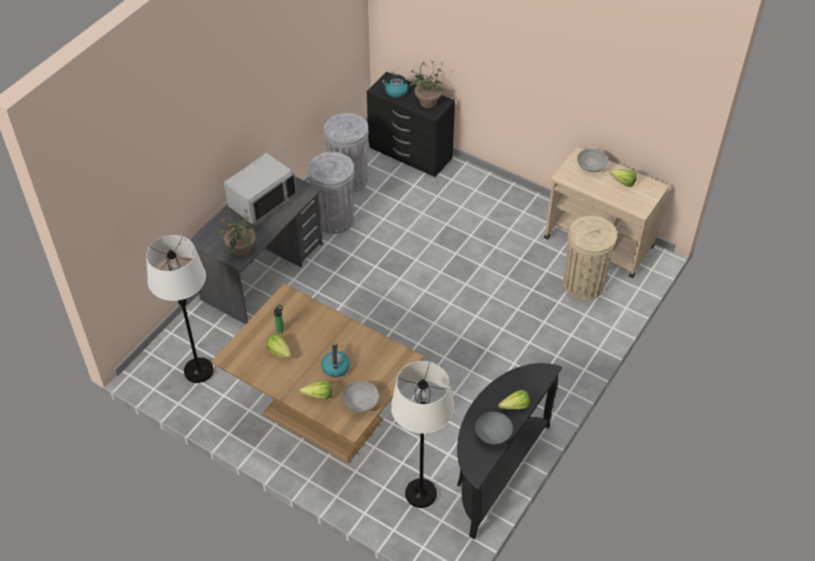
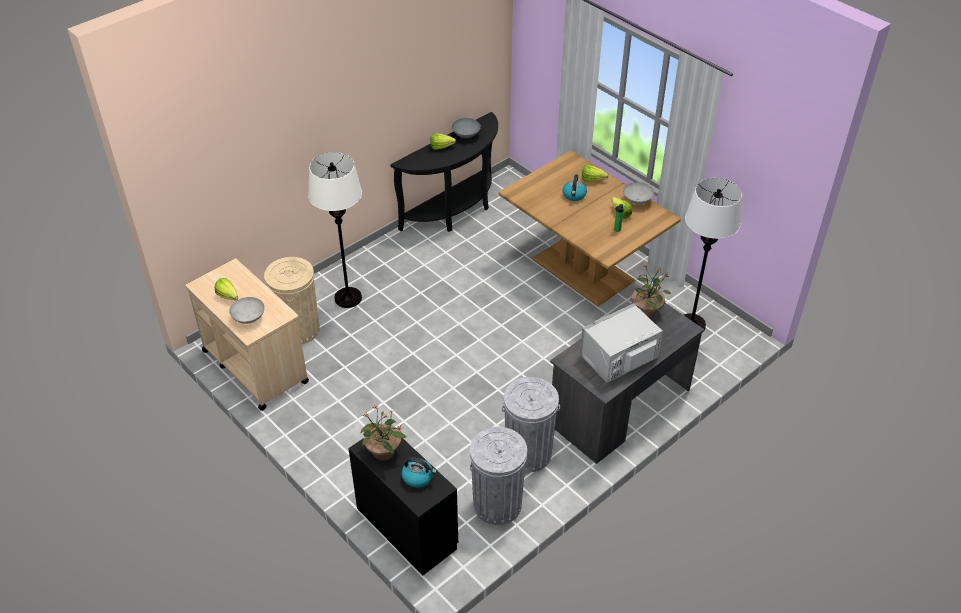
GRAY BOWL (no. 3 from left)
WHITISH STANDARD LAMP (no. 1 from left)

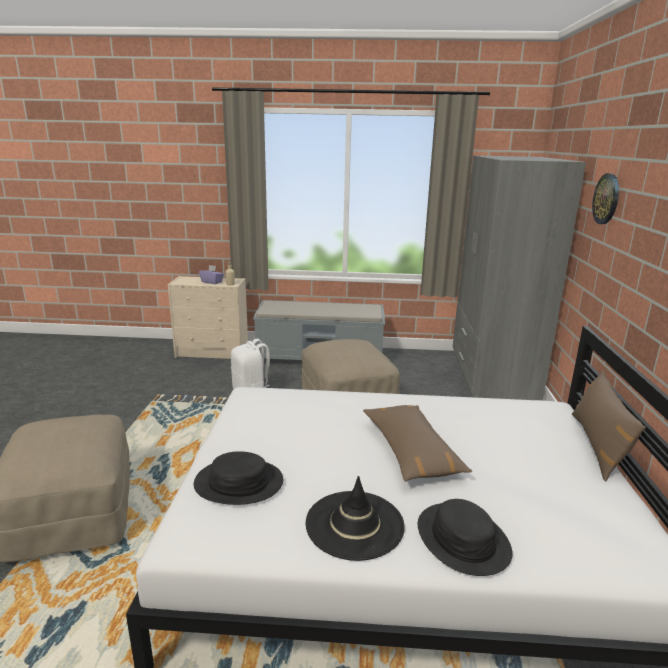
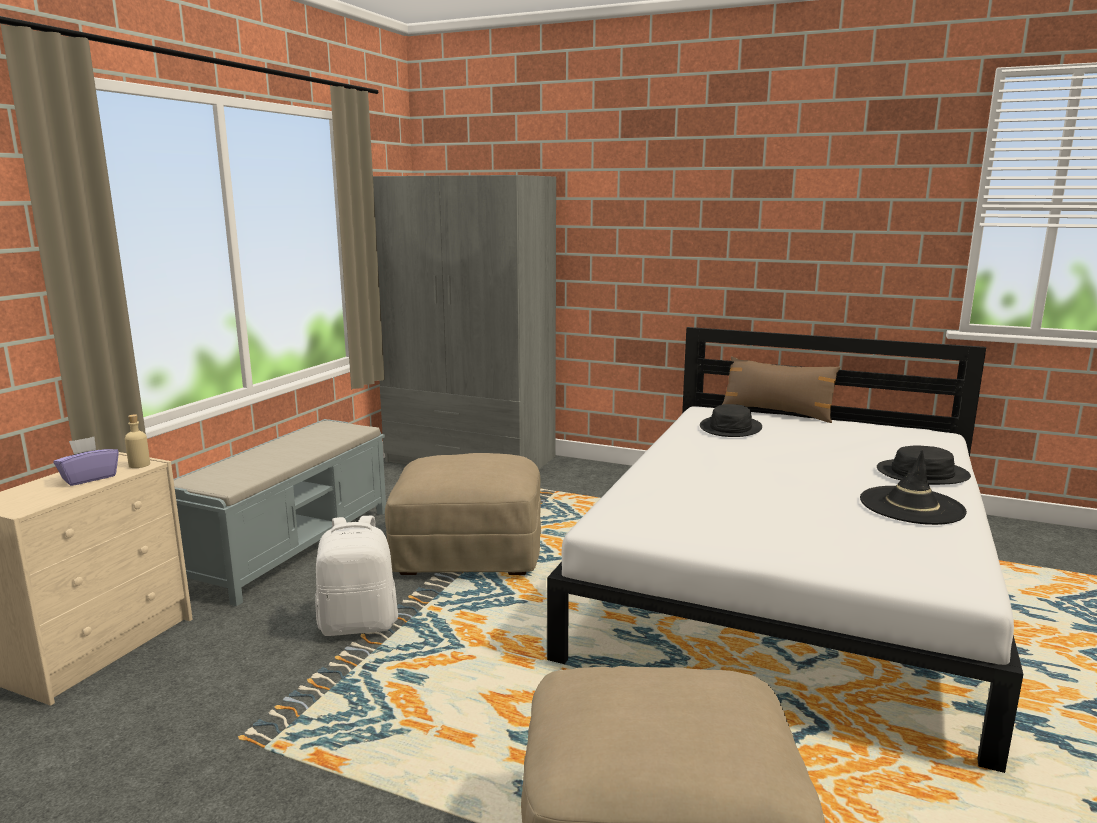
BROWN-COLOURED CUSHION (no. 1 from left in the first image)
CLOCK ON THE WALL
BLACK HAT (no. 1 from left)

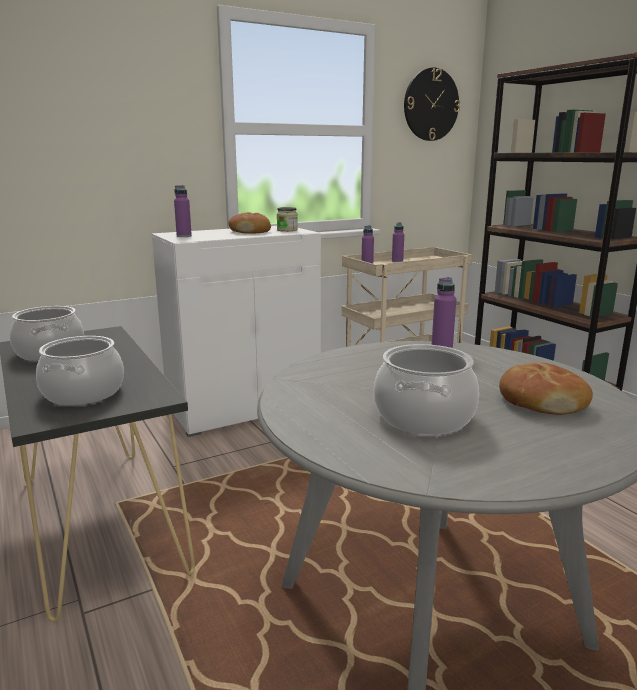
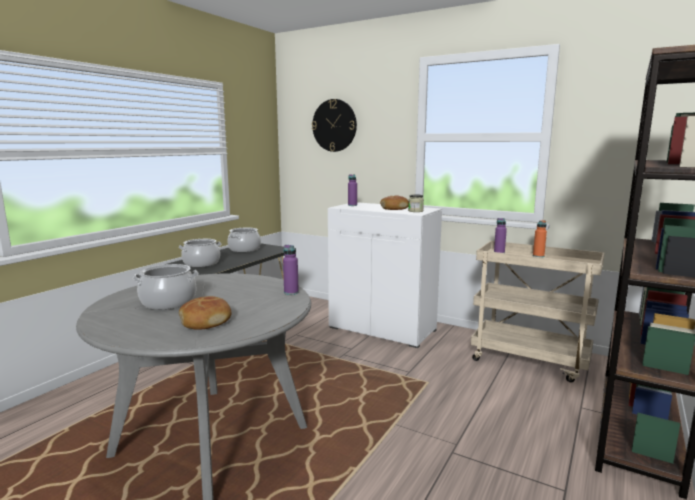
CLOCK ON THE WALL
ORANGE DRINK BOTTLE

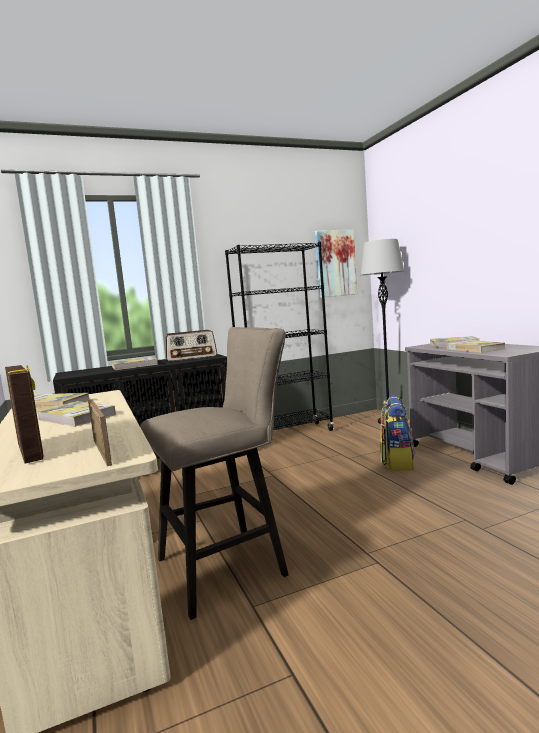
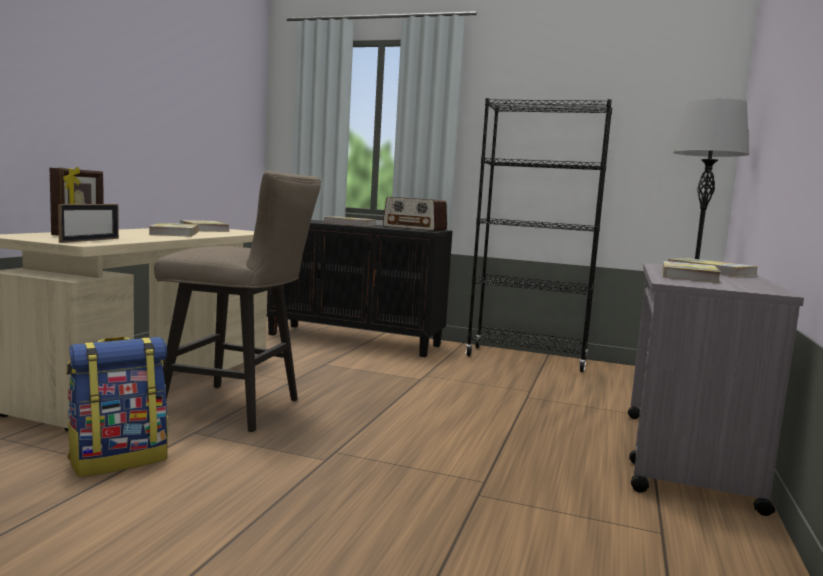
WALL PICTURE
BACKPACK

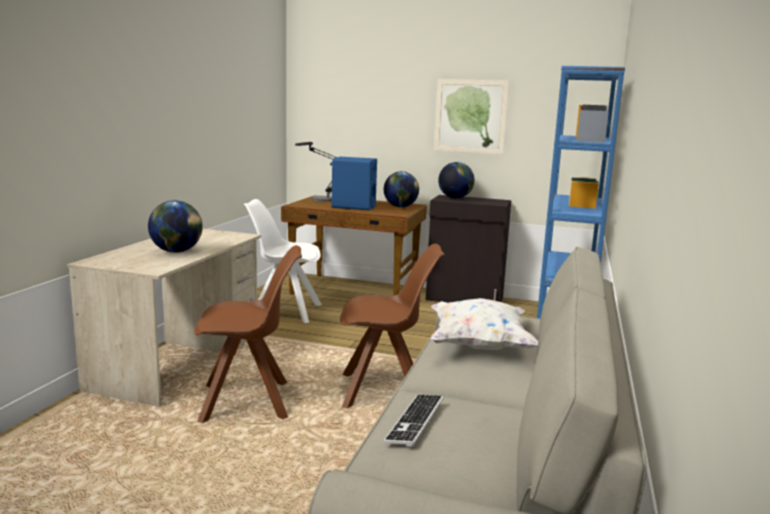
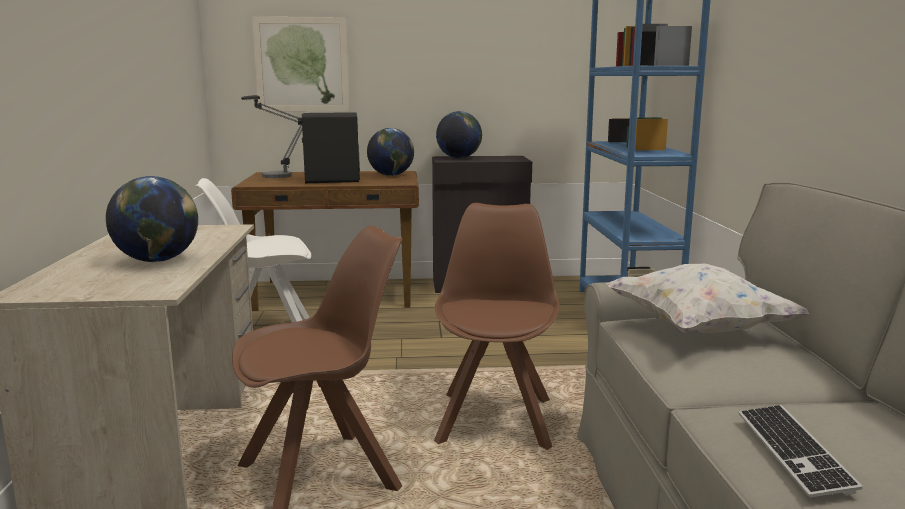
WALL PICTURE
BLACK LOUDSPEAKER
BROWN-COLOURED CHAIR (no. 2 from left)

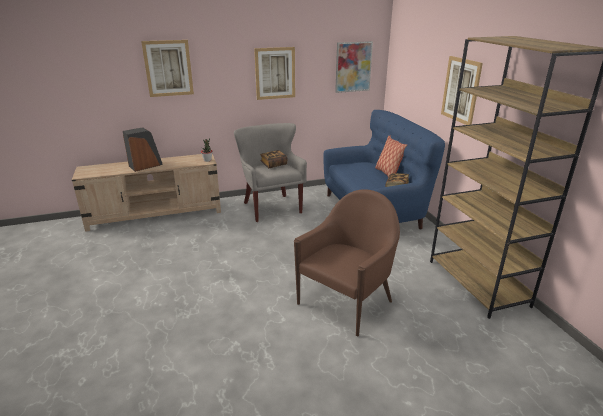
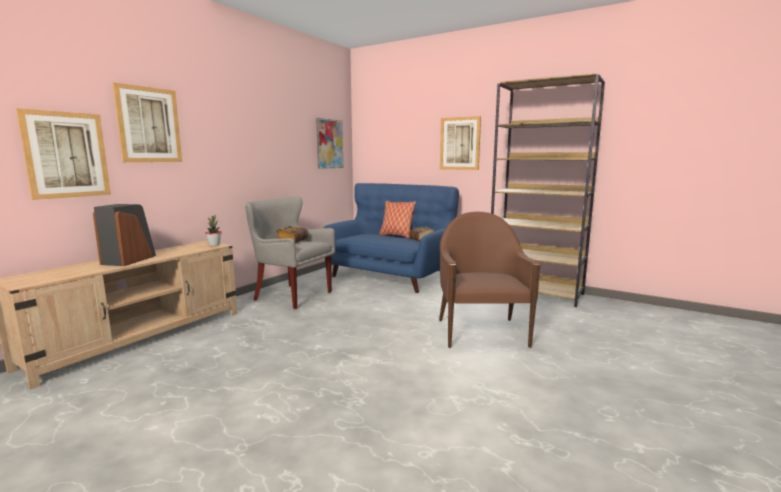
WALL PICTURE (no. 1 from left)

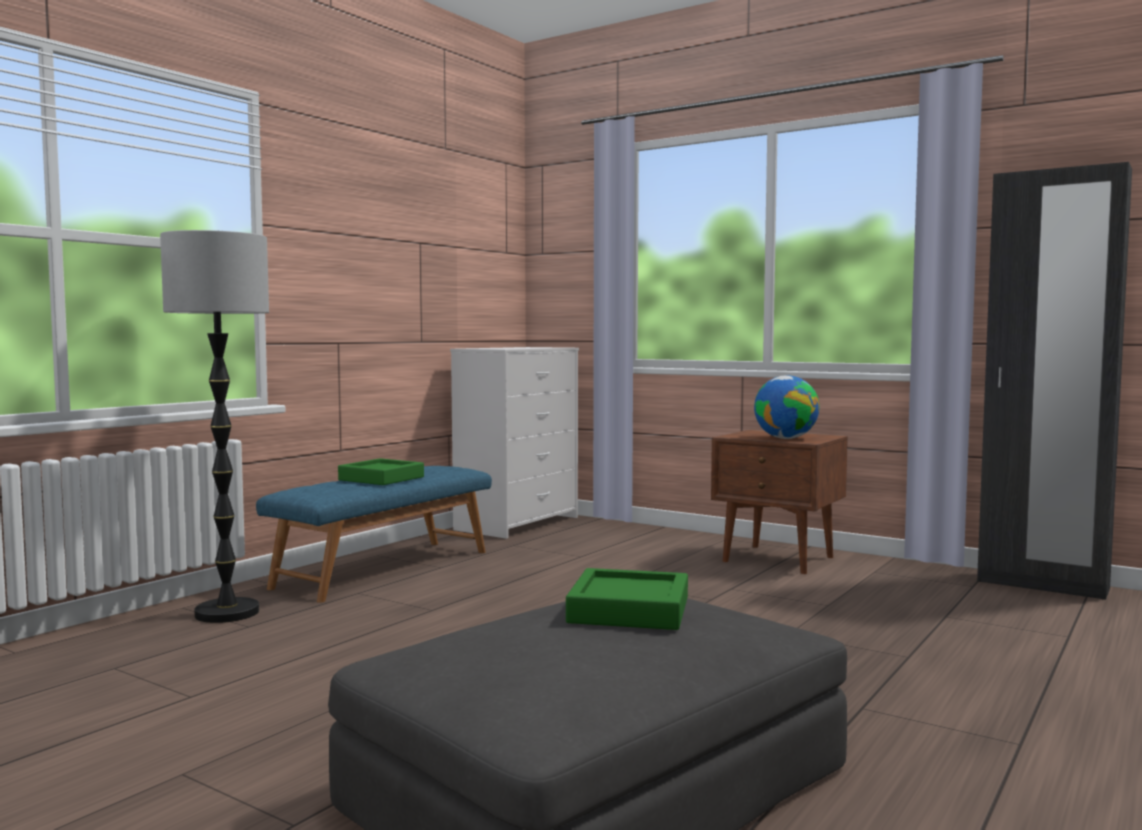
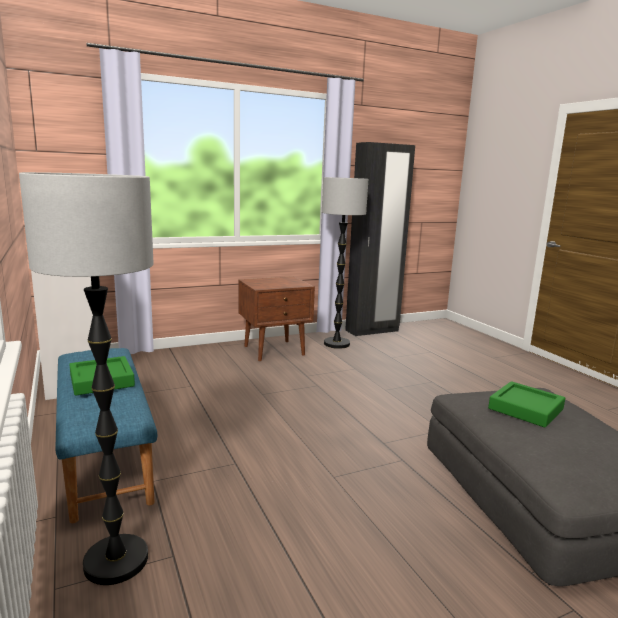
WORLD GLOBE
STANDARD LAMP (no. 2 from left)

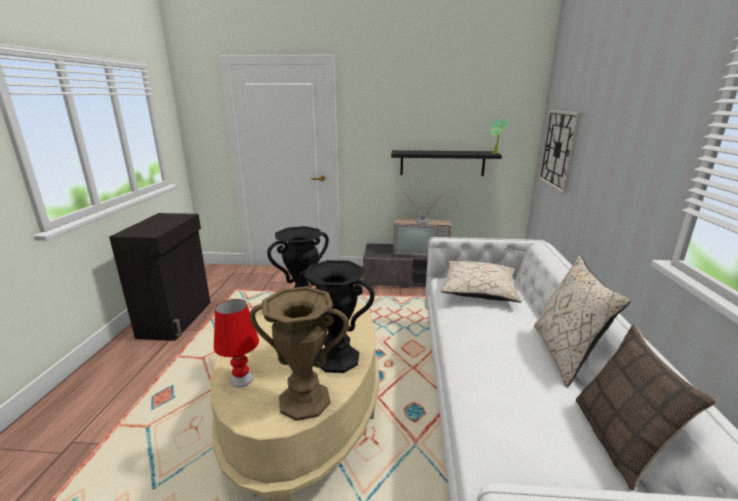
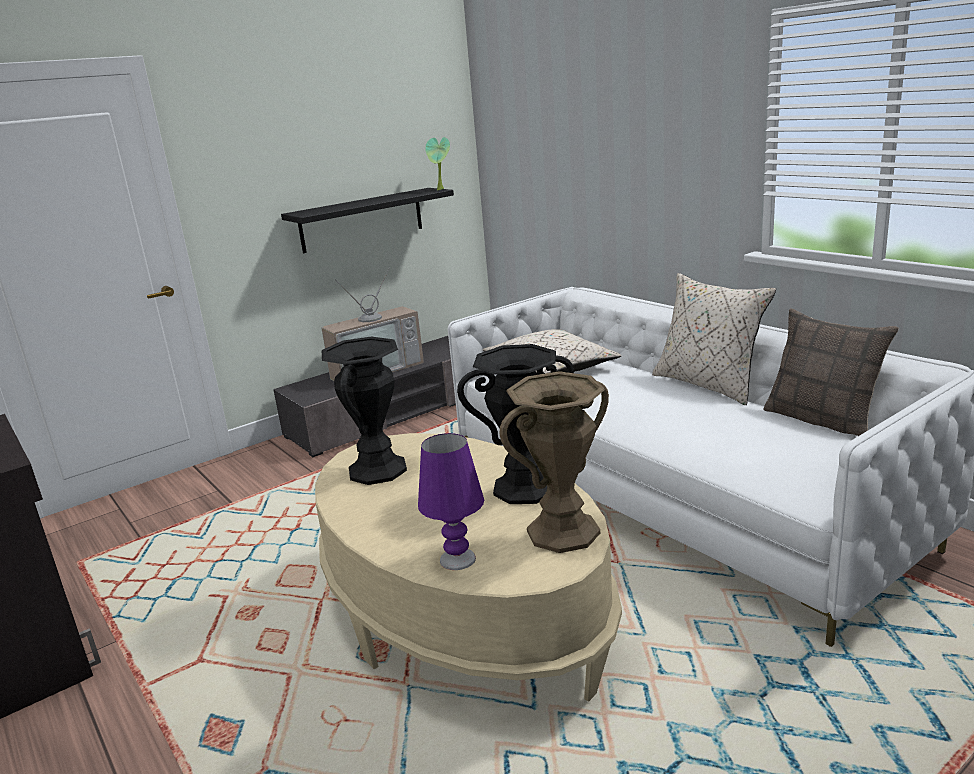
CLOCK ON THE WALL
PURPLE TABLE LAMP

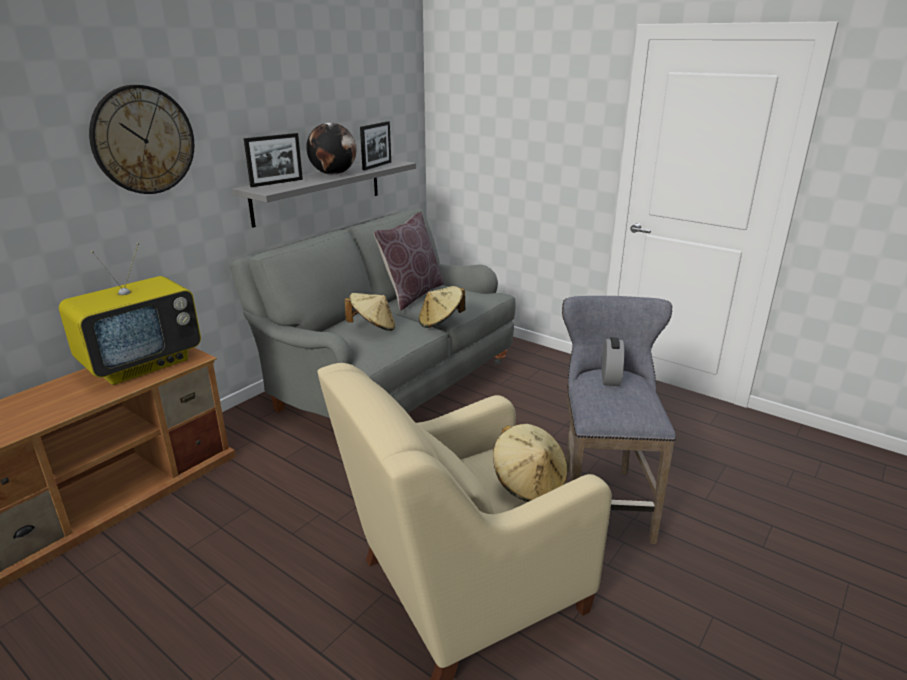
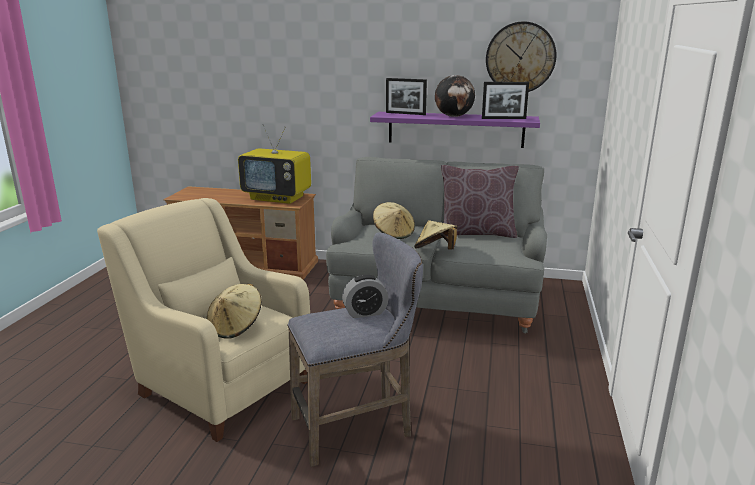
CLOCK ON THE WALL
PURPLE SHELF

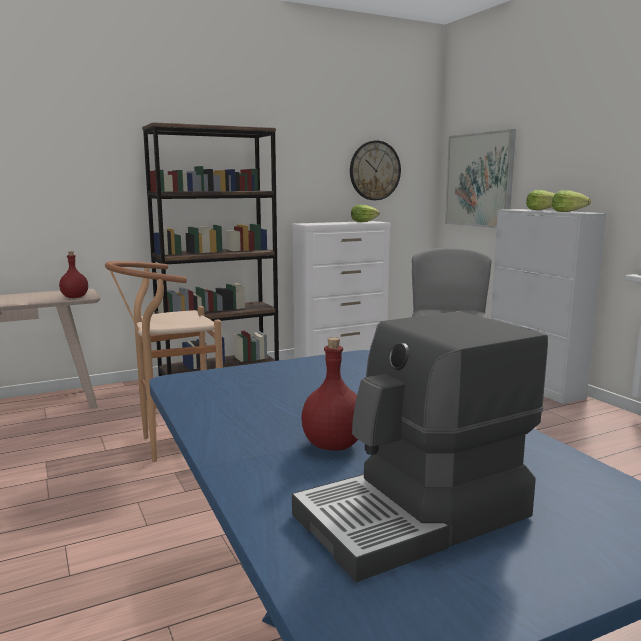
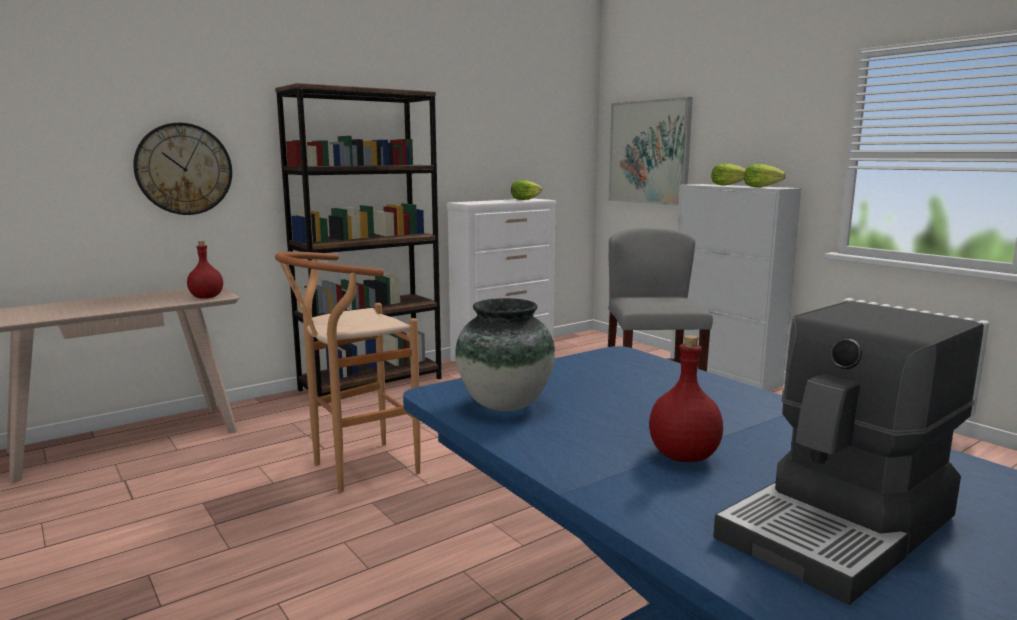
VASE
CLOCK ON THE WALL

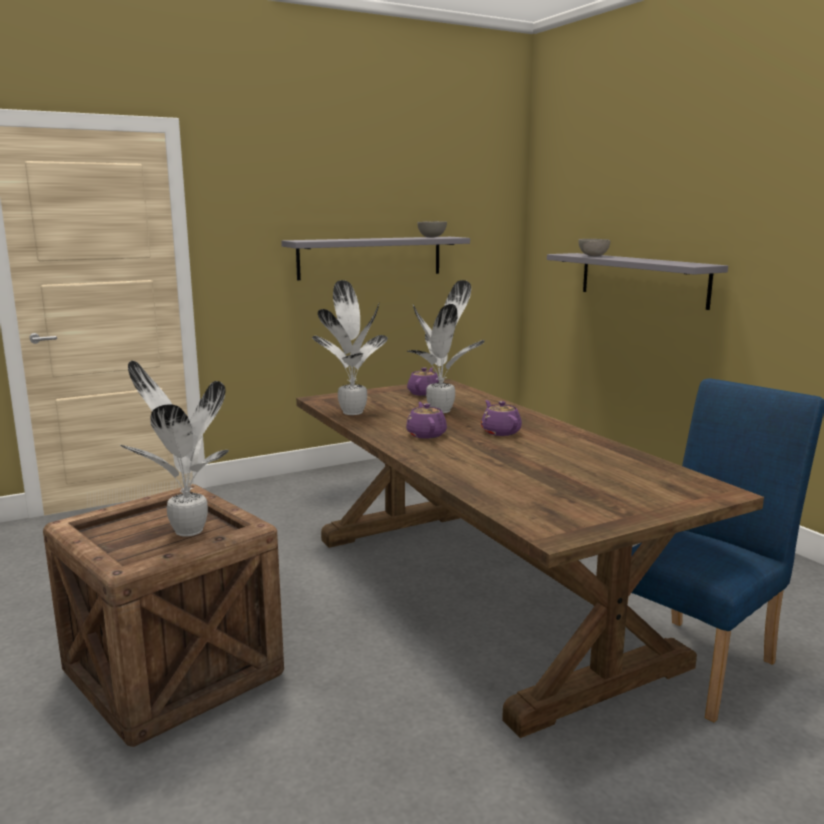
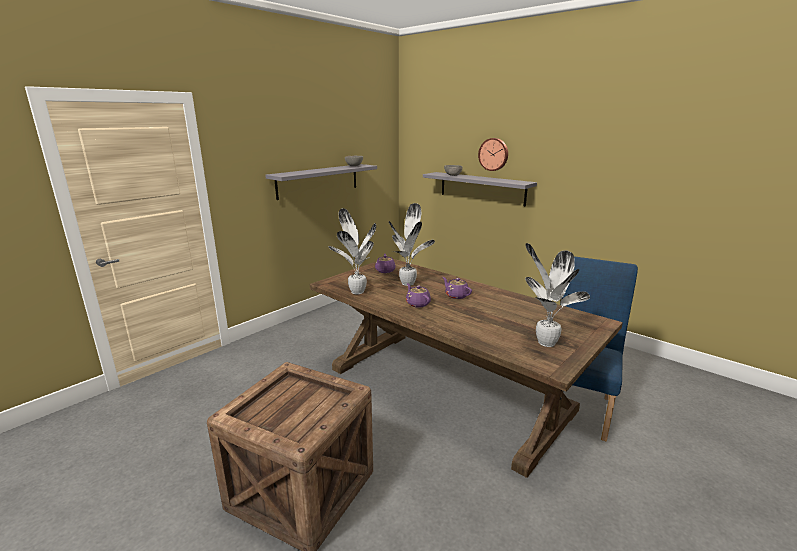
CLOCK ON THE WALL
POTTED PLANT (no. 3 from left)

